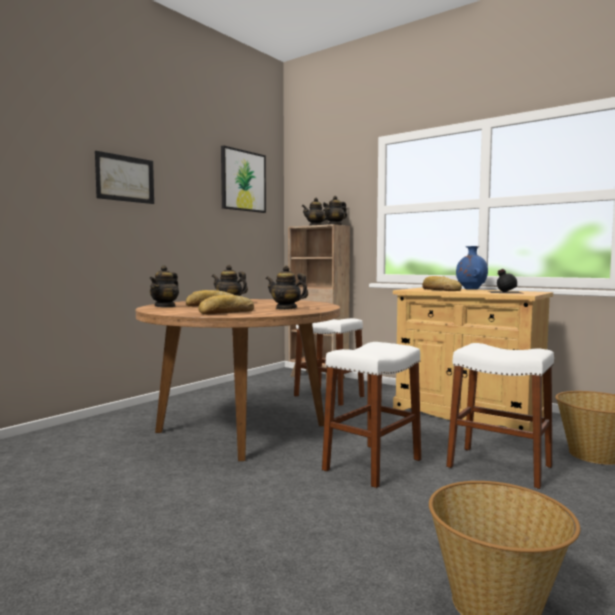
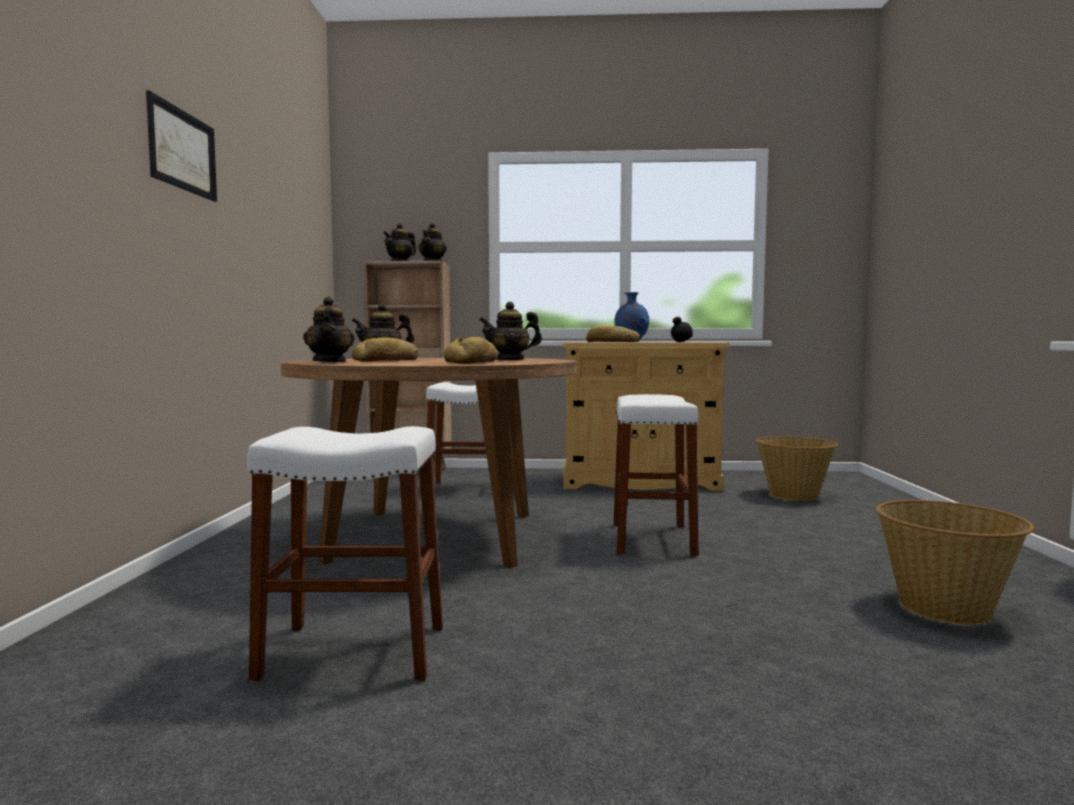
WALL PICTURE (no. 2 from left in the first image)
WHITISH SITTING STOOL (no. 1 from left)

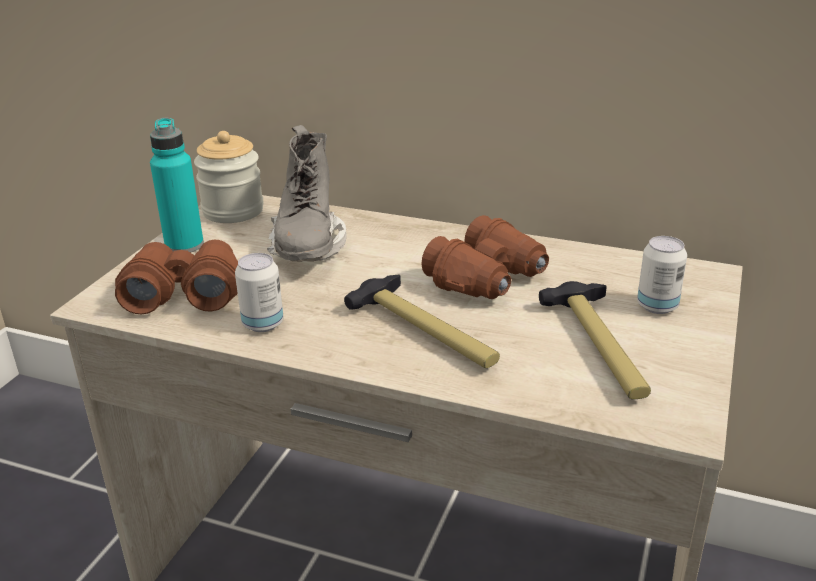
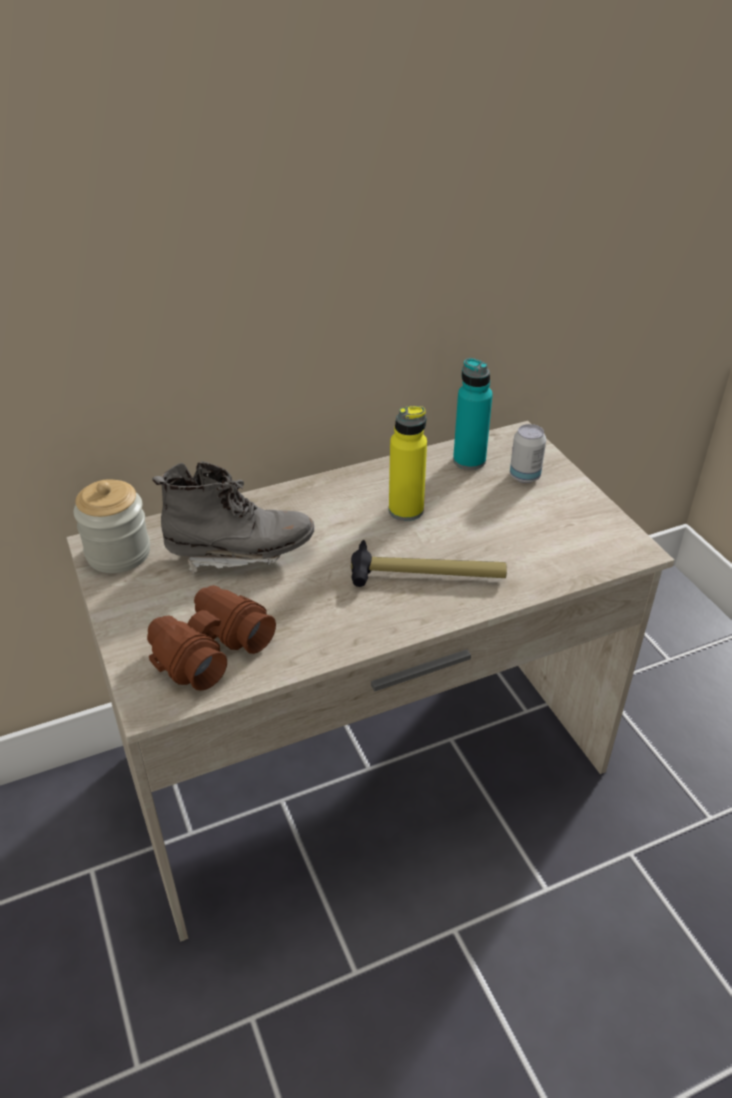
SEALED CAN (no. 1 from left in the first image)
TOOL HAMMER (no. 2 from left in the first image)
TURQUOISE-COLOURED DRINK BOTTLE
YELLOW DRINK BOTTLE
GRAY BOOT

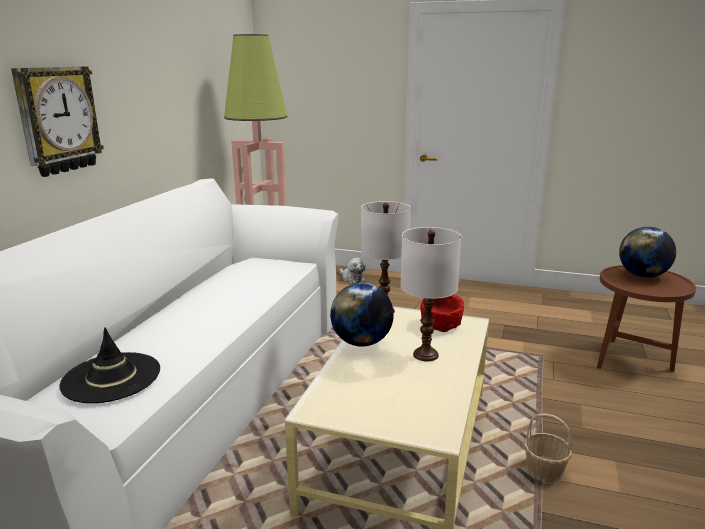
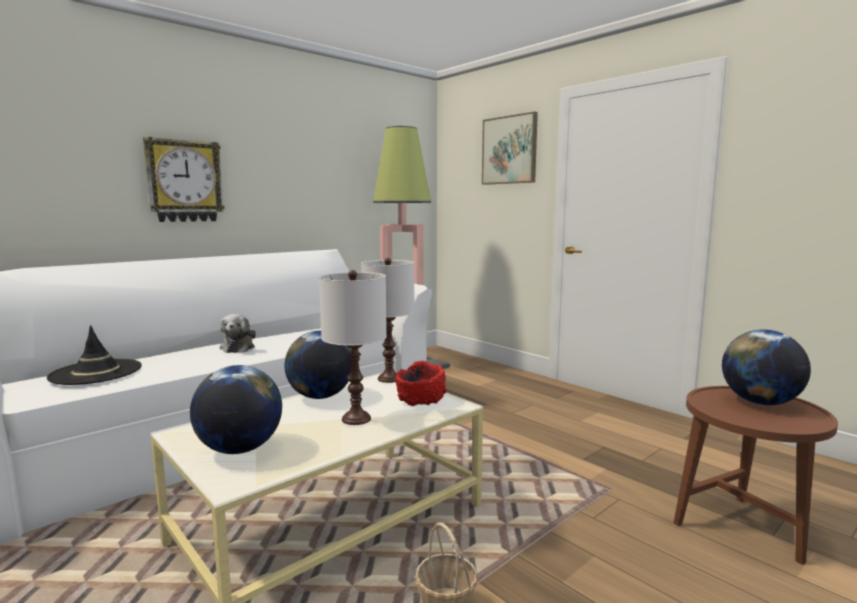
WORLD GLOBE (no. 1 from left)
WALL PICTURE
PLUSH TOY

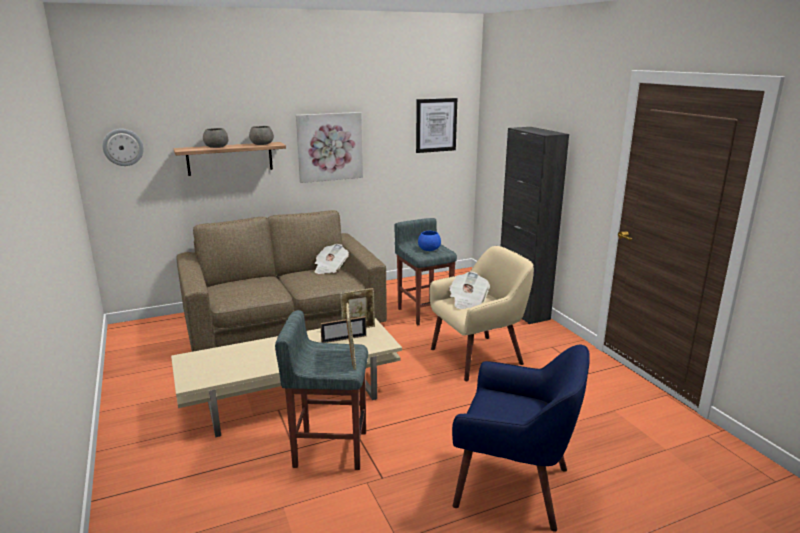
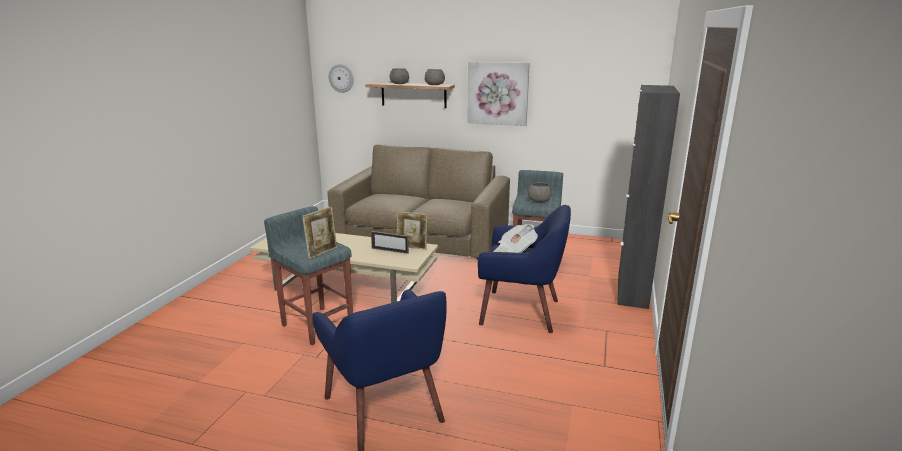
NEWSPAPER (no. 1 from left in the first image)
WALL PICTURE (no. 2 from left in the first image)
GRAY BOWL (no. 3 from left)
BLUISH EASY CHAIR (no. 2 from left)

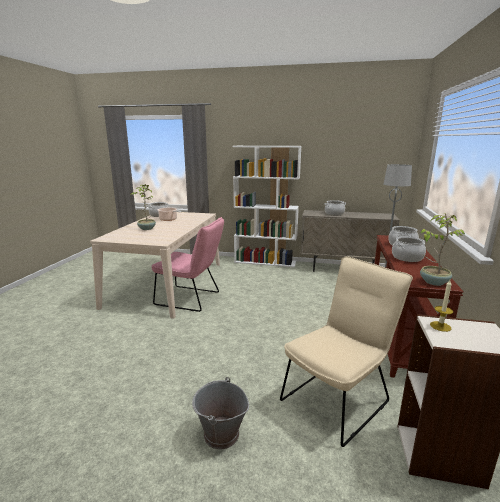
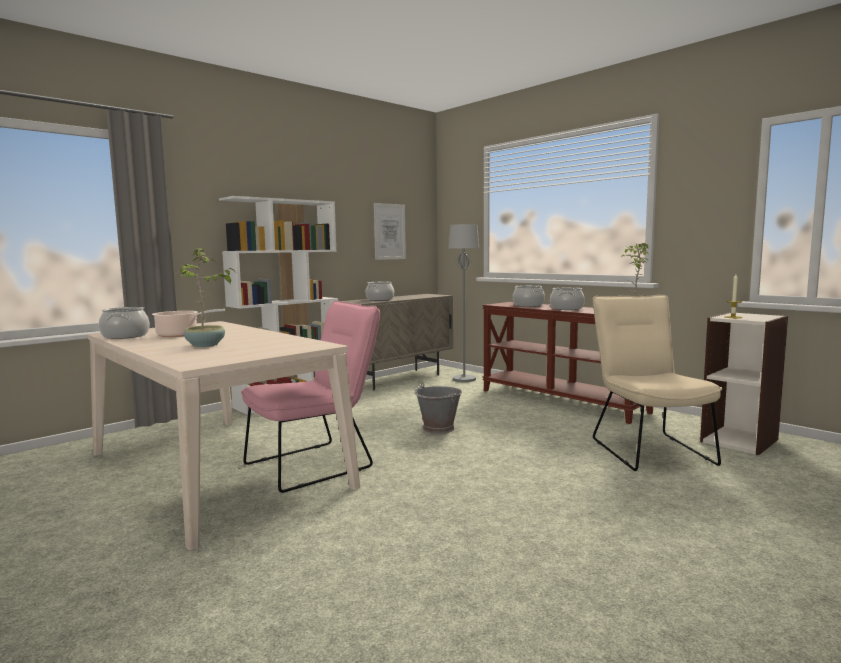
WALL PICTURE
GRAY PAIL

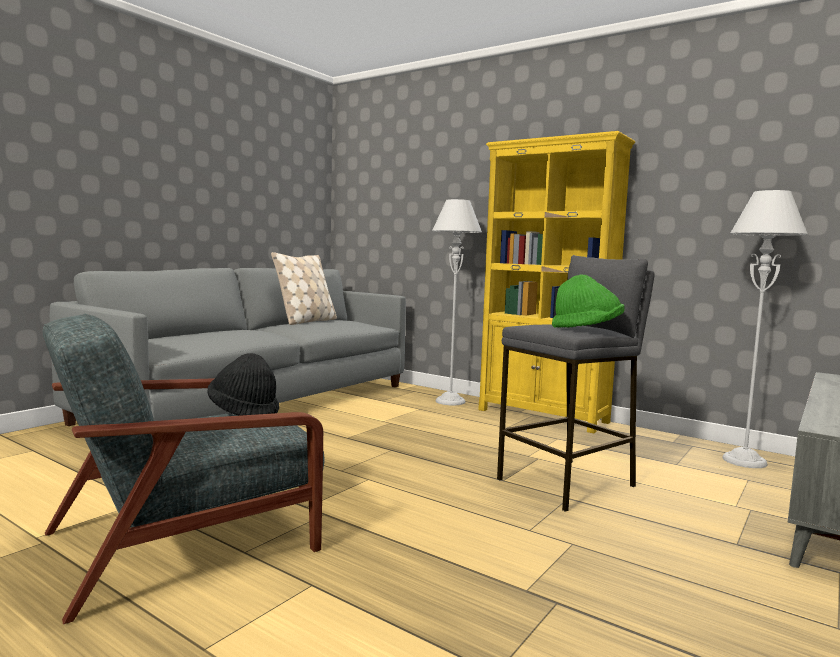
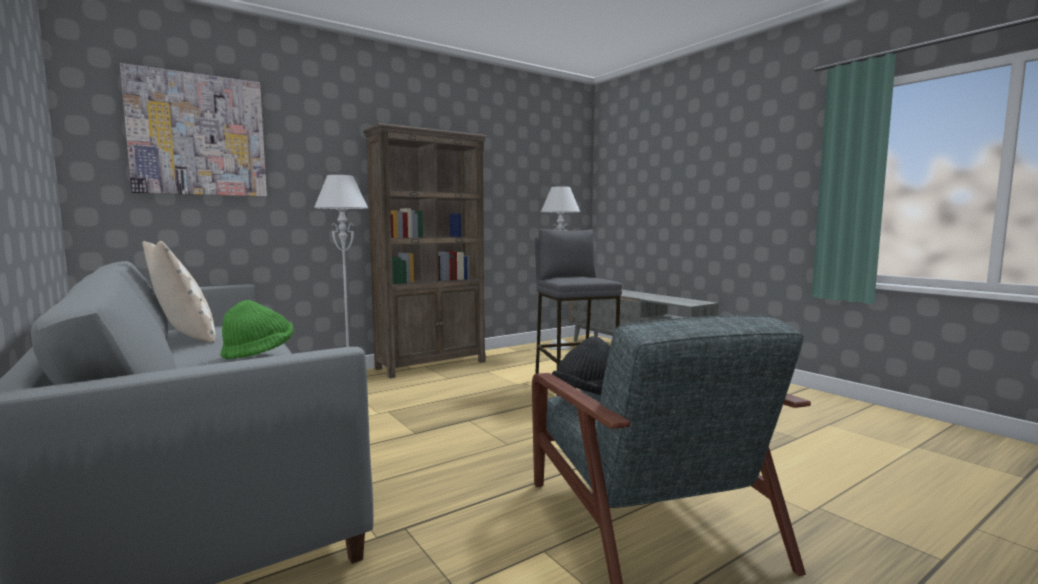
WALL PICTURE
GREEN-COLOURED HAT
BROWN-COLOURED BOOKCASE

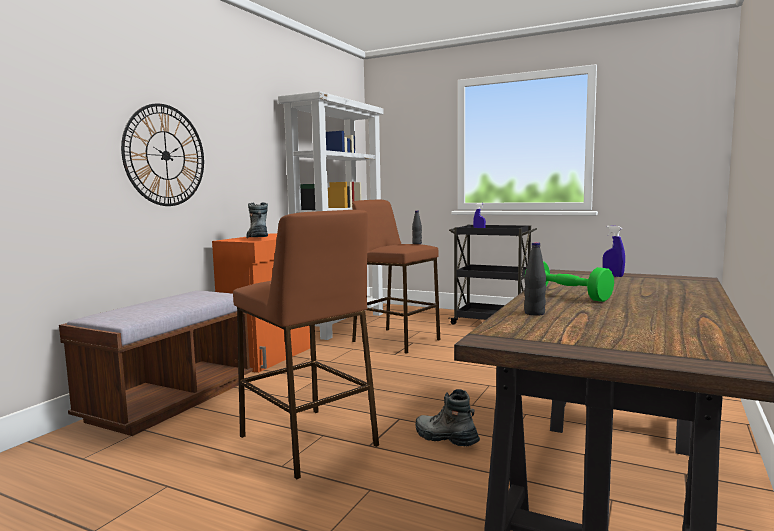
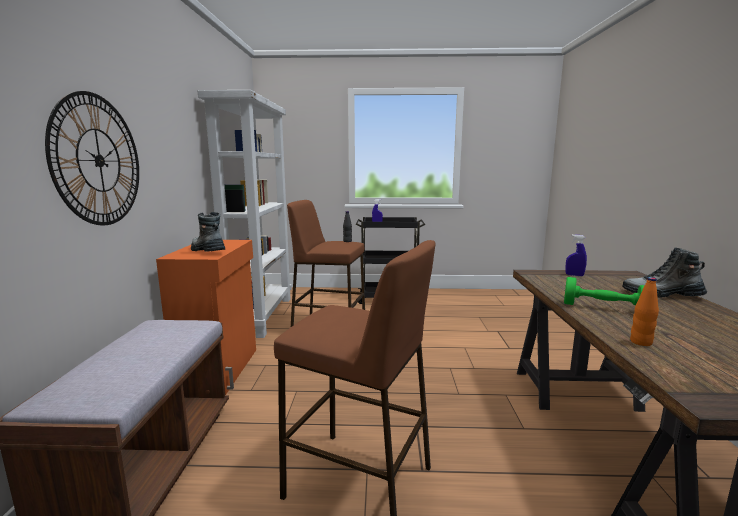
BOOT (no. 2 from left)
ORANGE DRINK BOTTLE

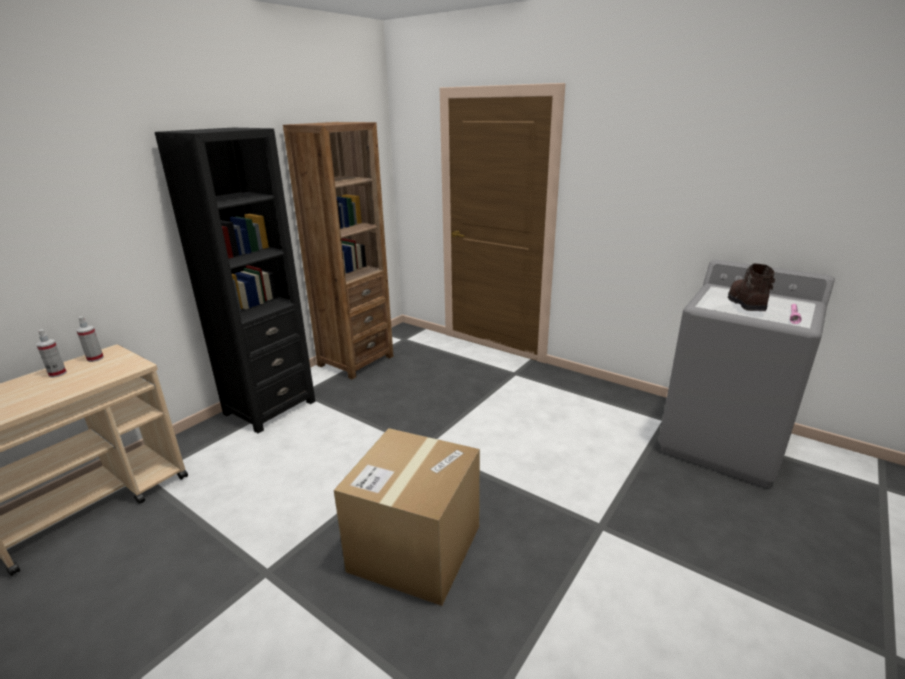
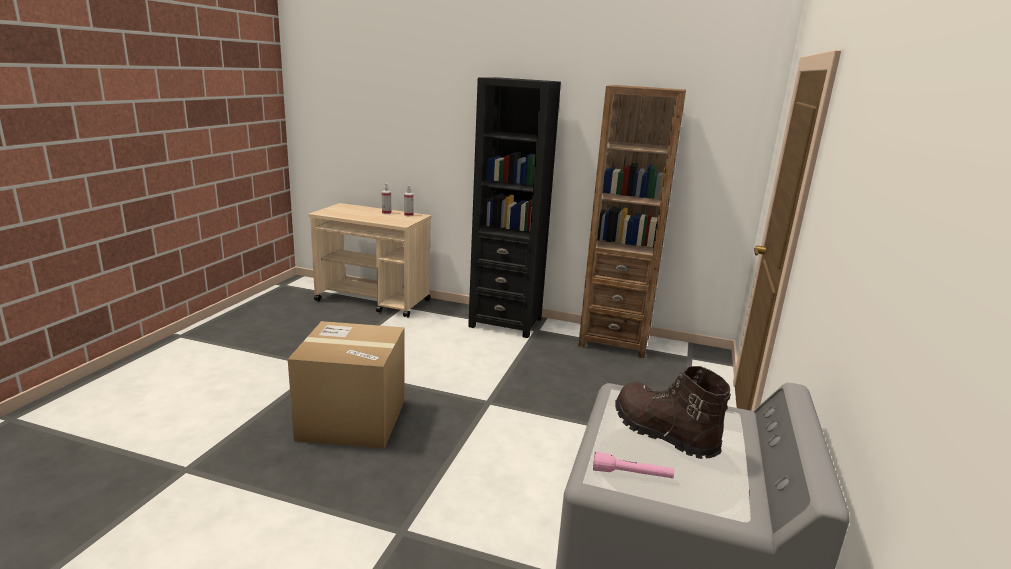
BROWN-COLOURED BOOT

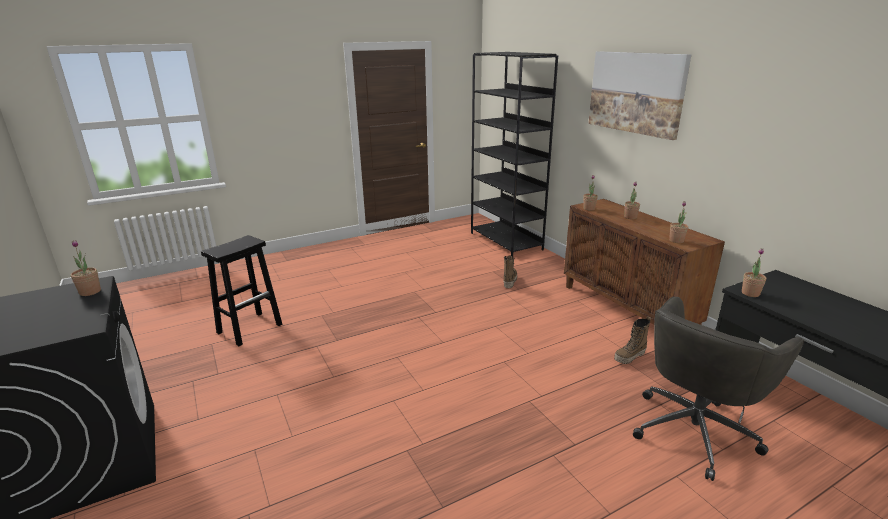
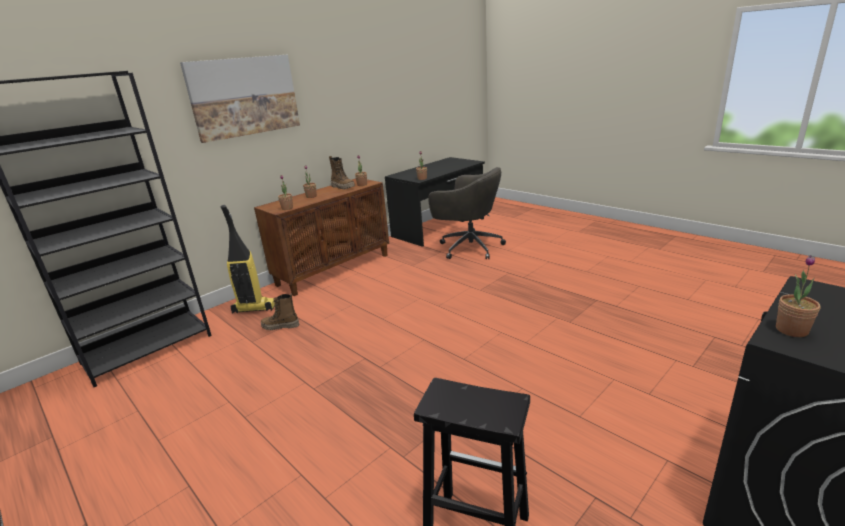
HOOVER
BOOT (no. 2 from left)

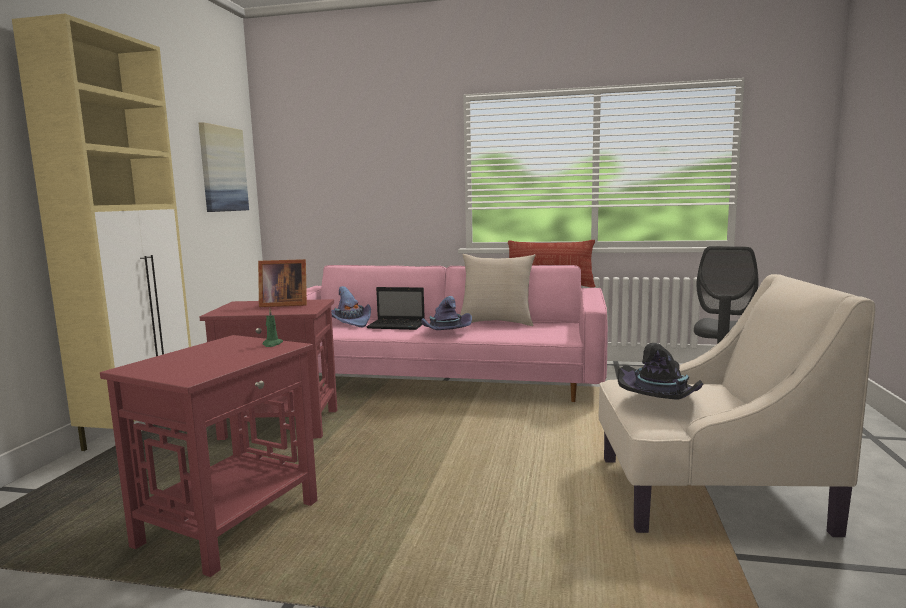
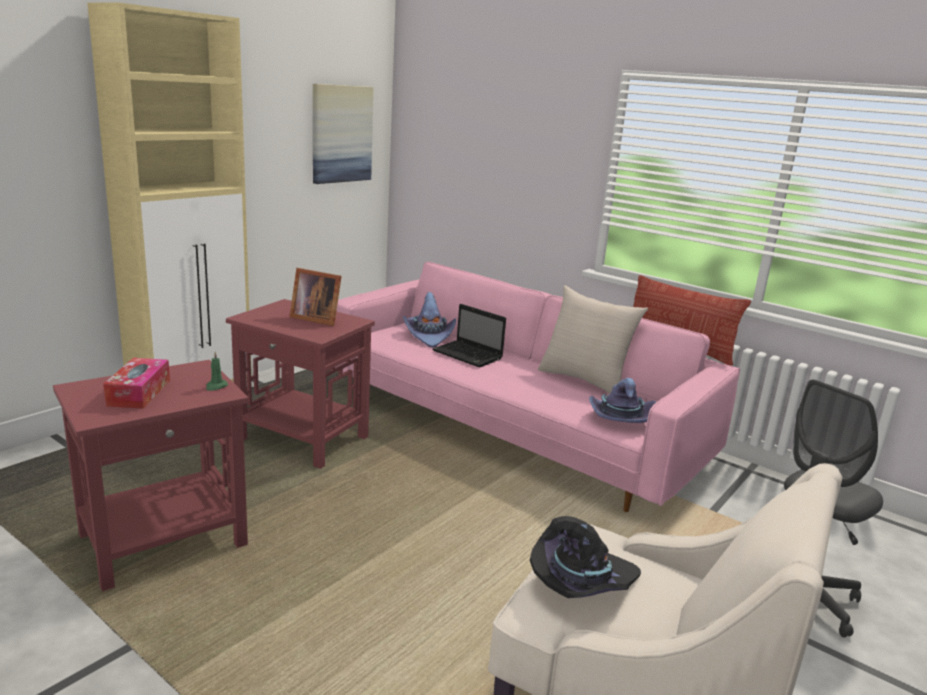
TISSUE HOLDER
PURPLE HAT (no. 2 from left)

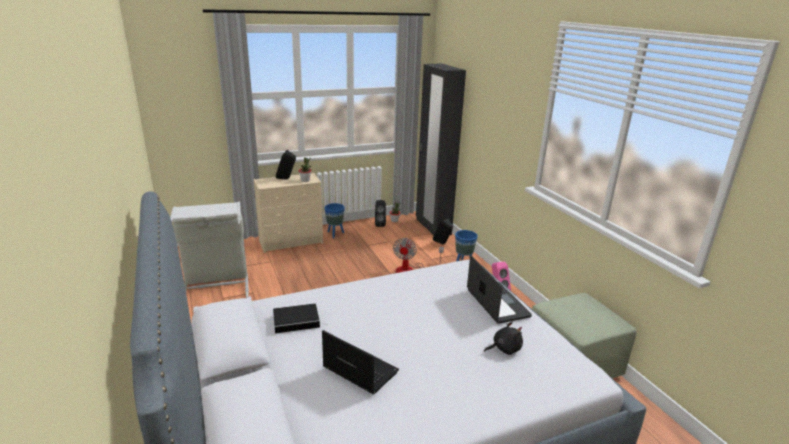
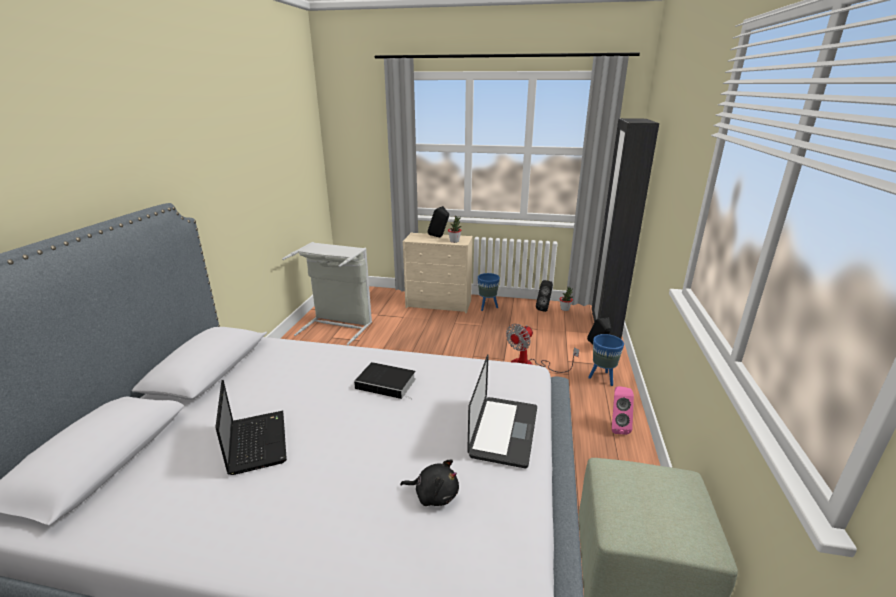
BOUND BOOK

